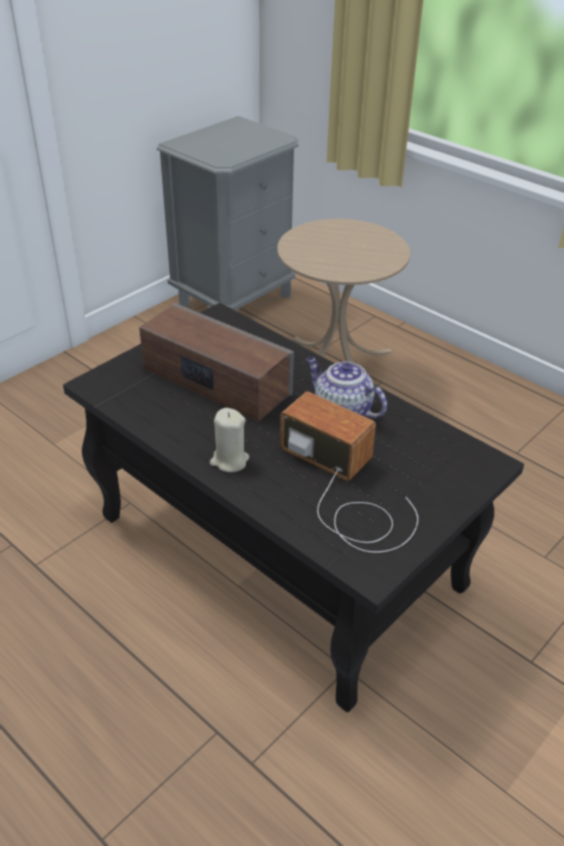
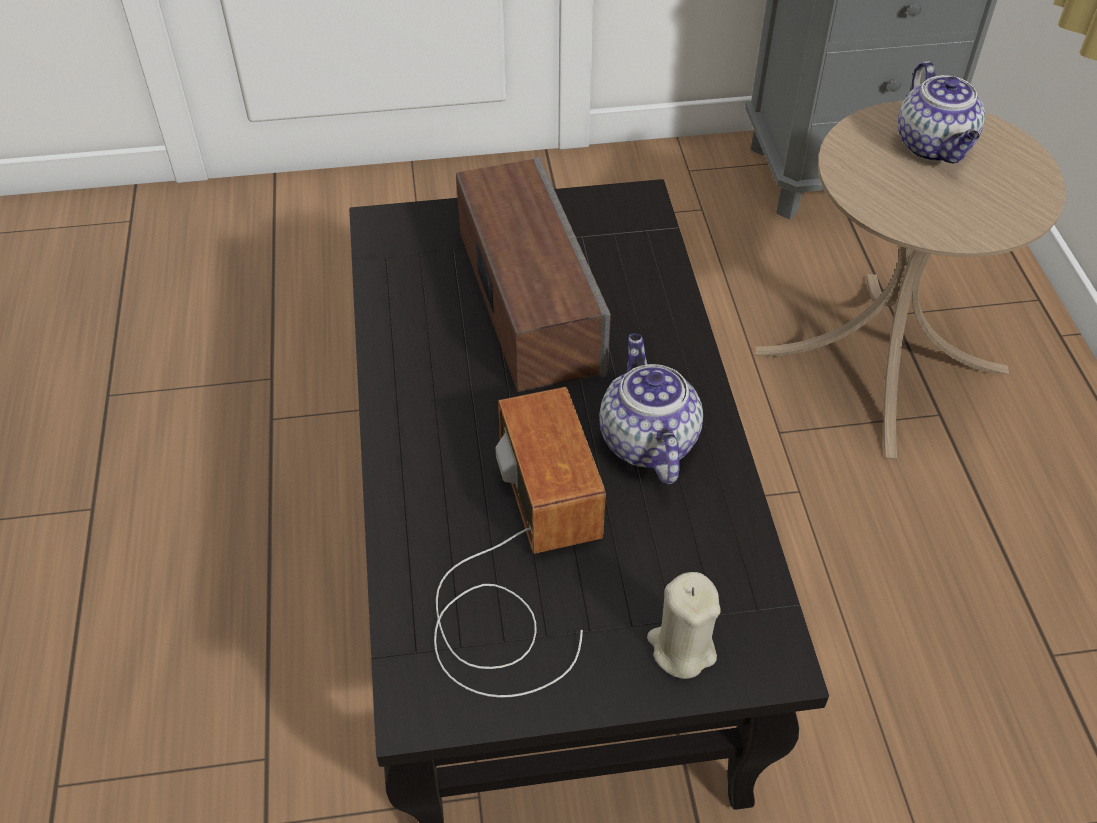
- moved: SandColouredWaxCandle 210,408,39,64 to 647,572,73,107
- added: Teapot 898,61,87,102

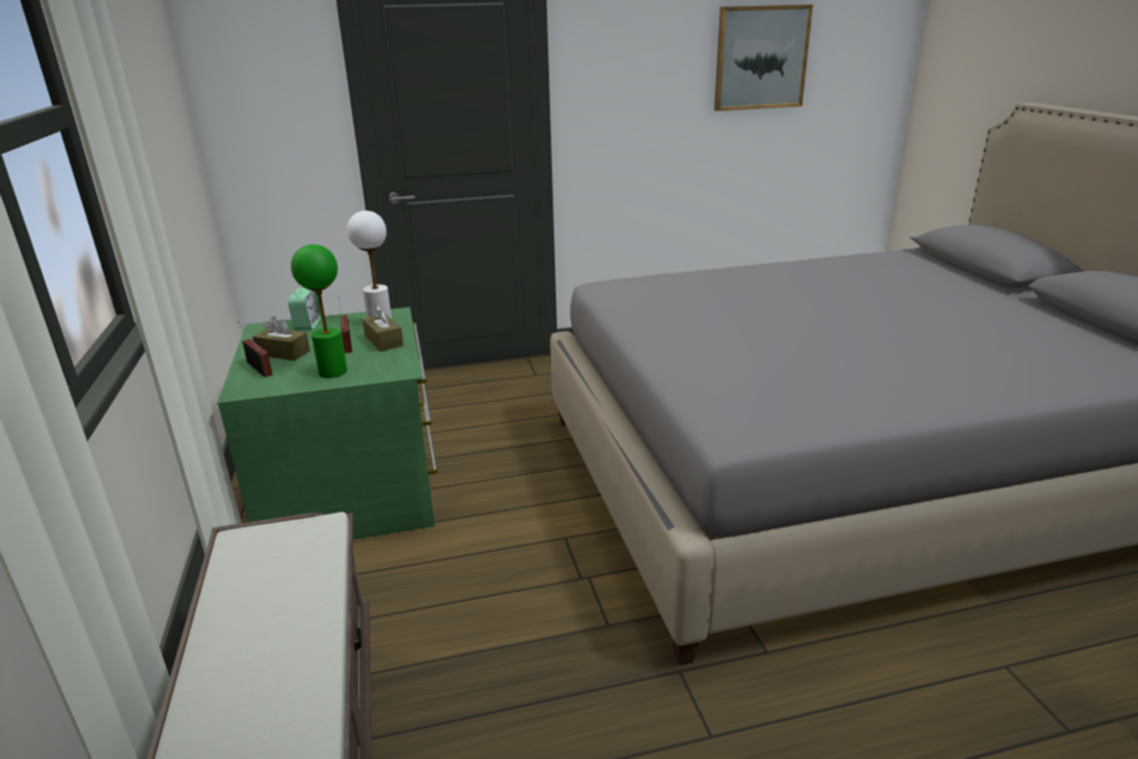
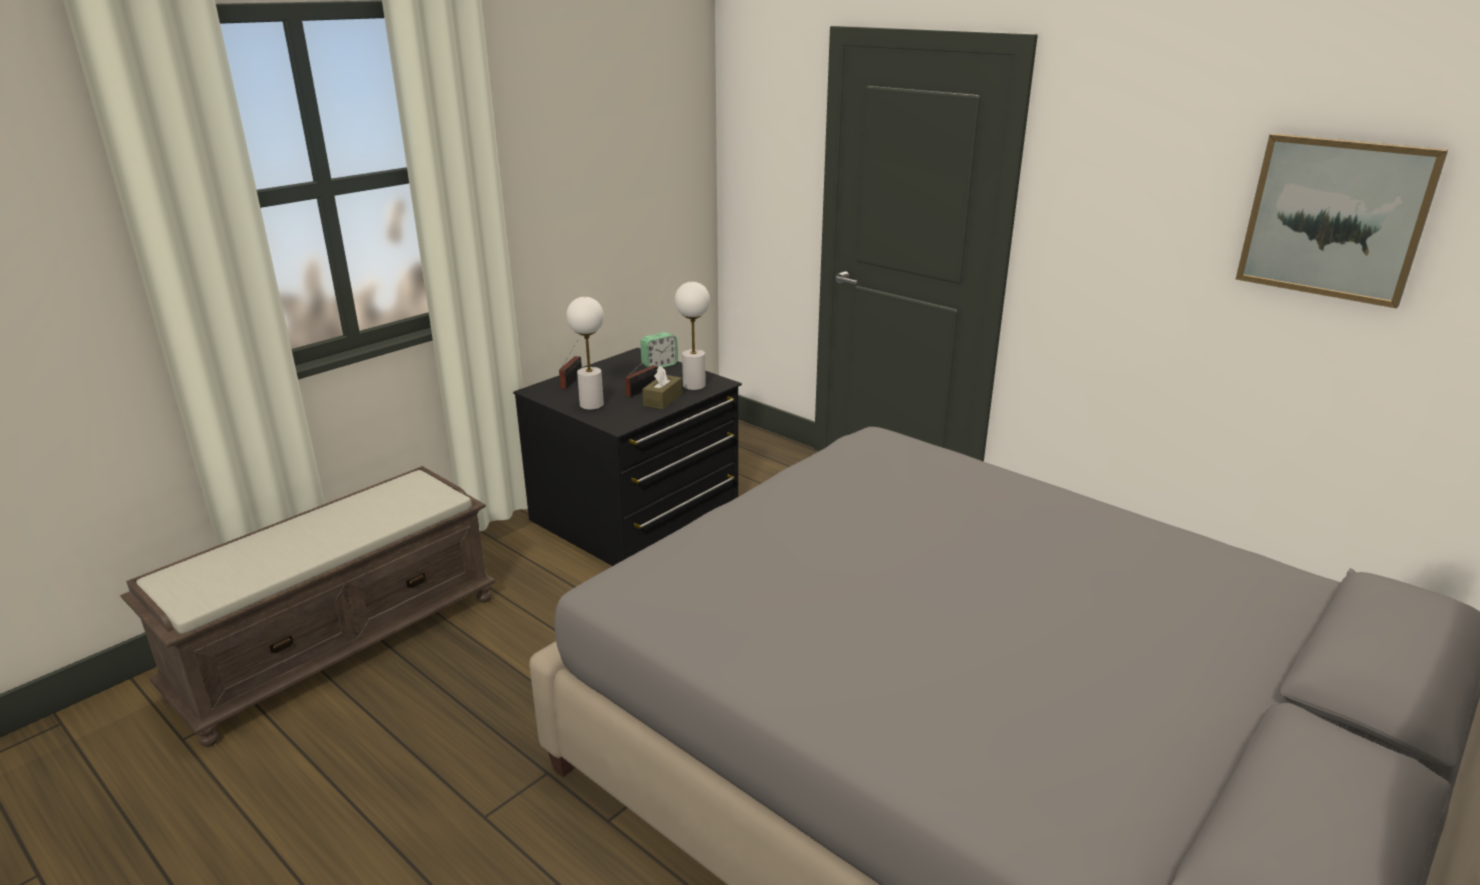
- recoloured: GreenColouredTableLamp 291,244,56,134 to WhiteColouredTableLamp 566,297,38,113
- recoloured: GreenColouredDrawerChest 217,307,220,233 to BlackishDrawerChest 513,348,229,218
- removed: BrownBoxOfTissues 252,316,58,45

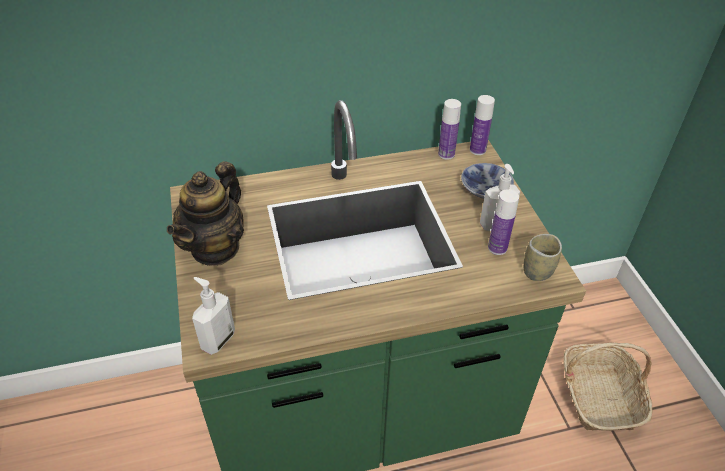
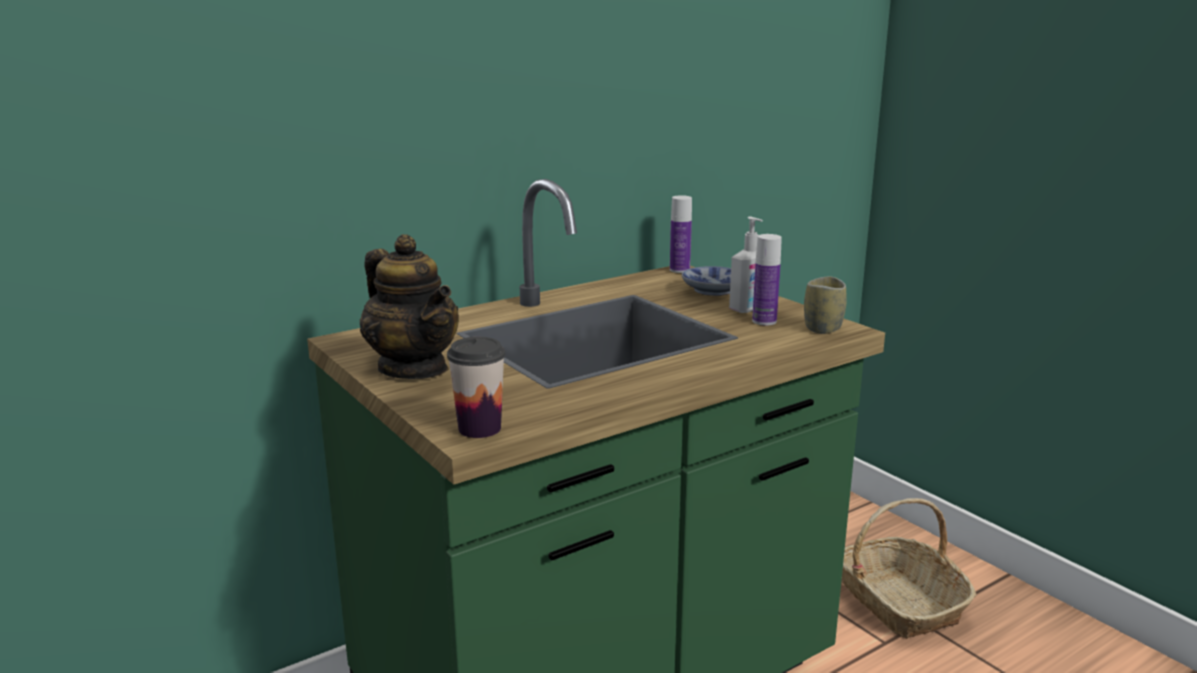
- removed: BeverageBottle 438,99,23,61
- turned: Teapot 167,161,77,105 = 360,234,99,145 45 degrees counterclockwise
- replaced: LiquidSoapBottle 192,277,43,78 to Cup 447,337,58,101

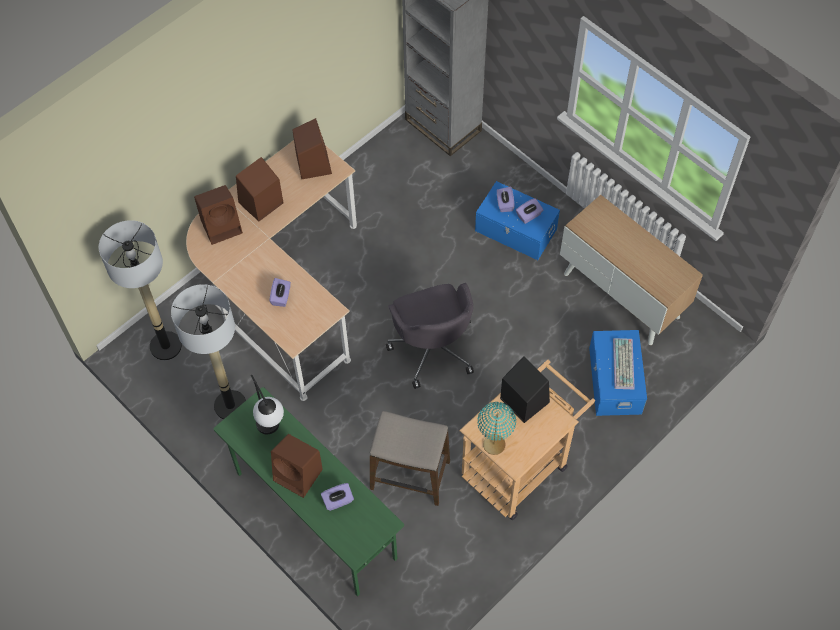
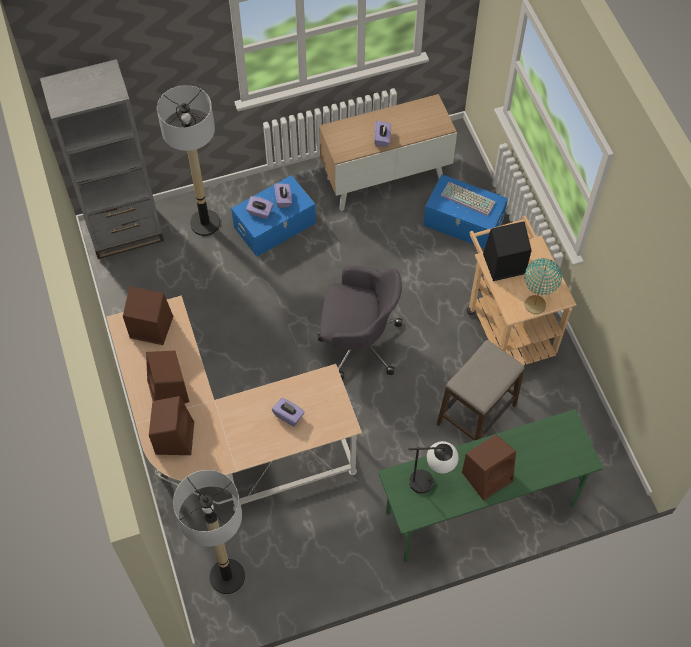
- moved: StandingLamp 171,284,75,136 to 157,85,63,151
- moved: PurpleBoxOfTissues 321,483,33,28 to 374,121,17,26

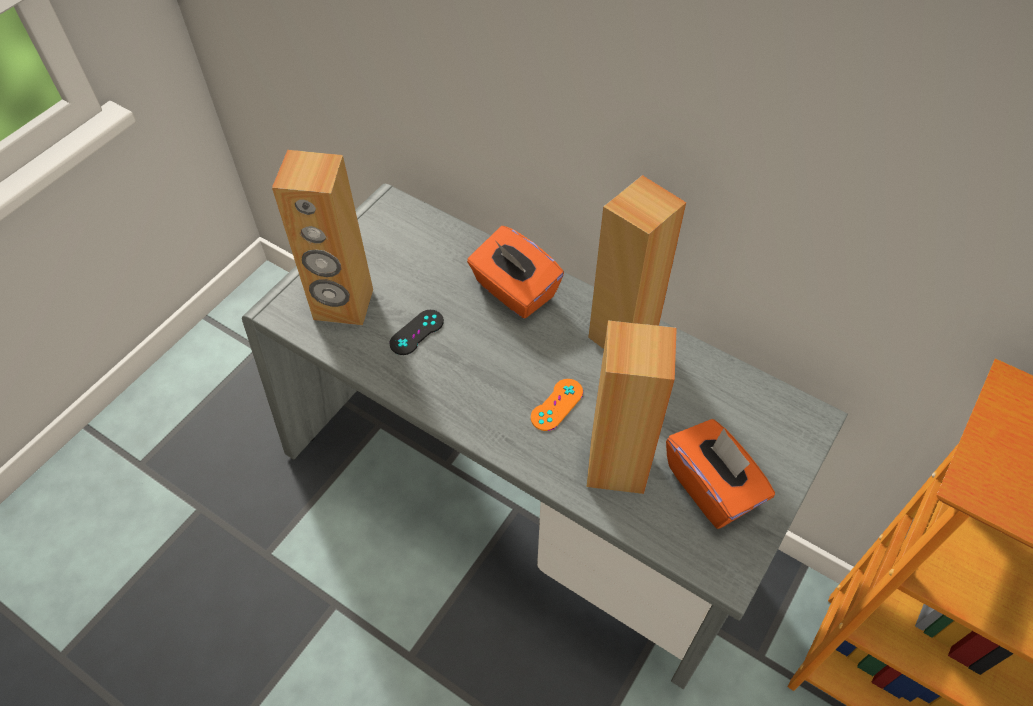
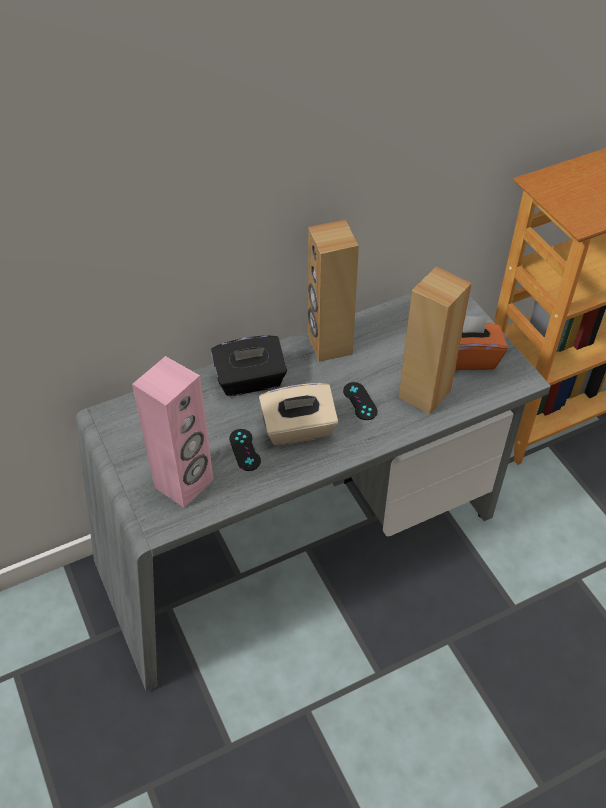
- recoloured: BrownSpeaker 272,150,101,175 to PinkishSpeaker 132,356,81,152
- recoloured: OrangeBoxOfTissues 467,226,97,93 to BlackishBoxOfTissues 211,335,76,61
- recoloured: OrangeGamepad 531,379,52,52 to BlackishGamepad 343,382,35,38
- added: SandColouredBoxOfTissues 259,383,79,63

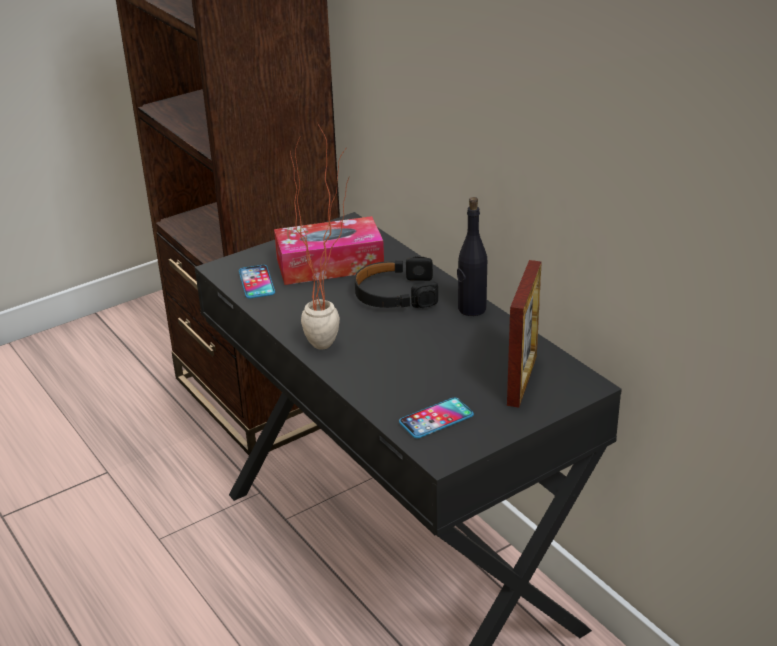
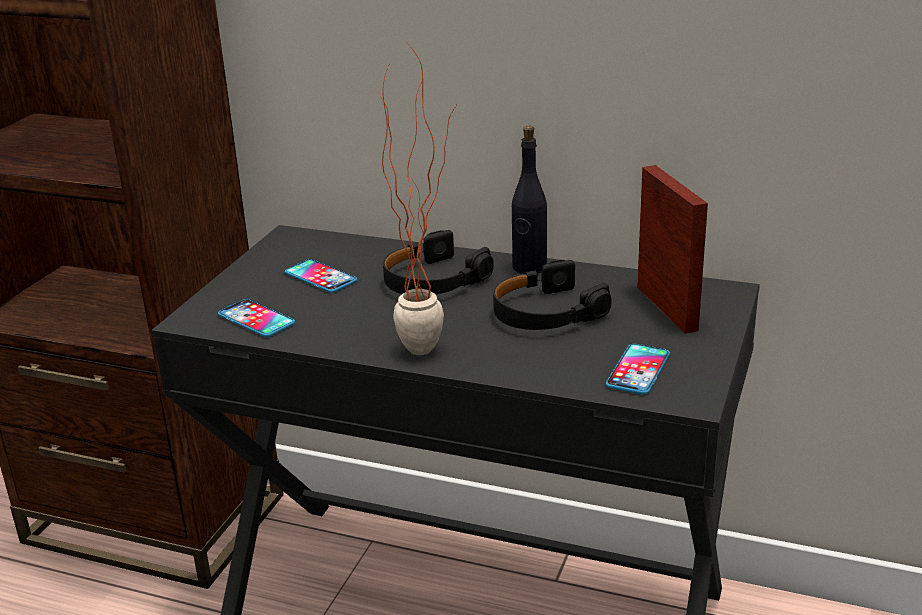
- replaced: BoxOfTissues 274,216,110,69 to Telephone 285,259,72,34
- added: BlackishPairOfHeadphones 493,260,119,70

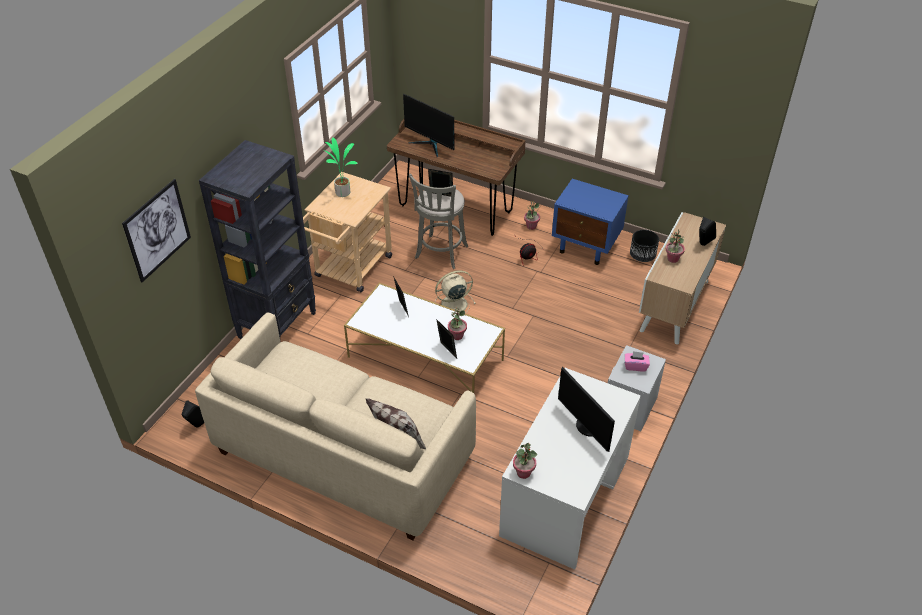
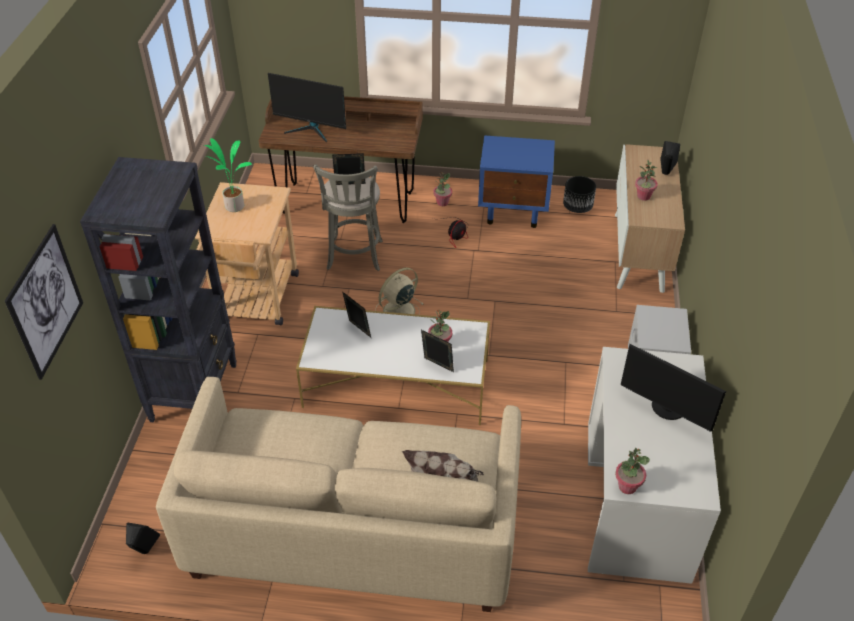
- removed: PinkishBoxOfTissues 625,351,25,21

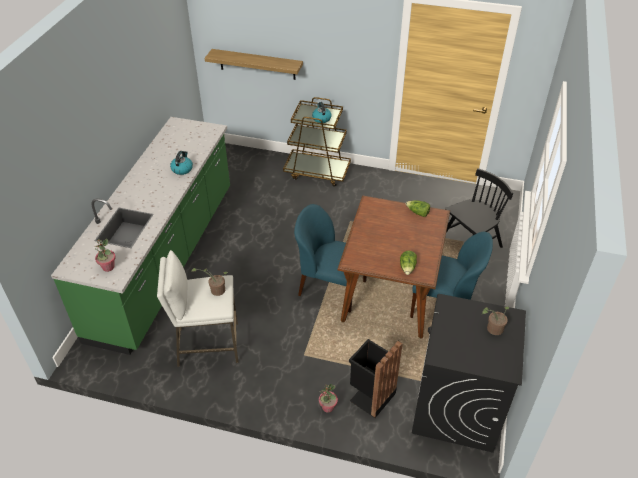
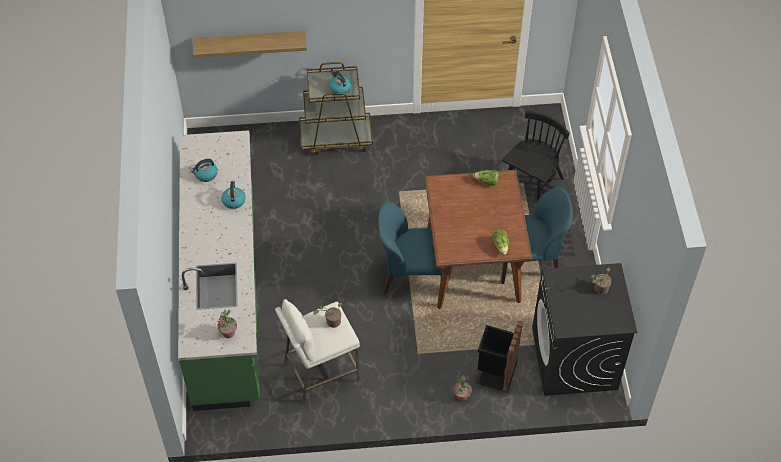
- added: TeaKettle 190,159,28,23

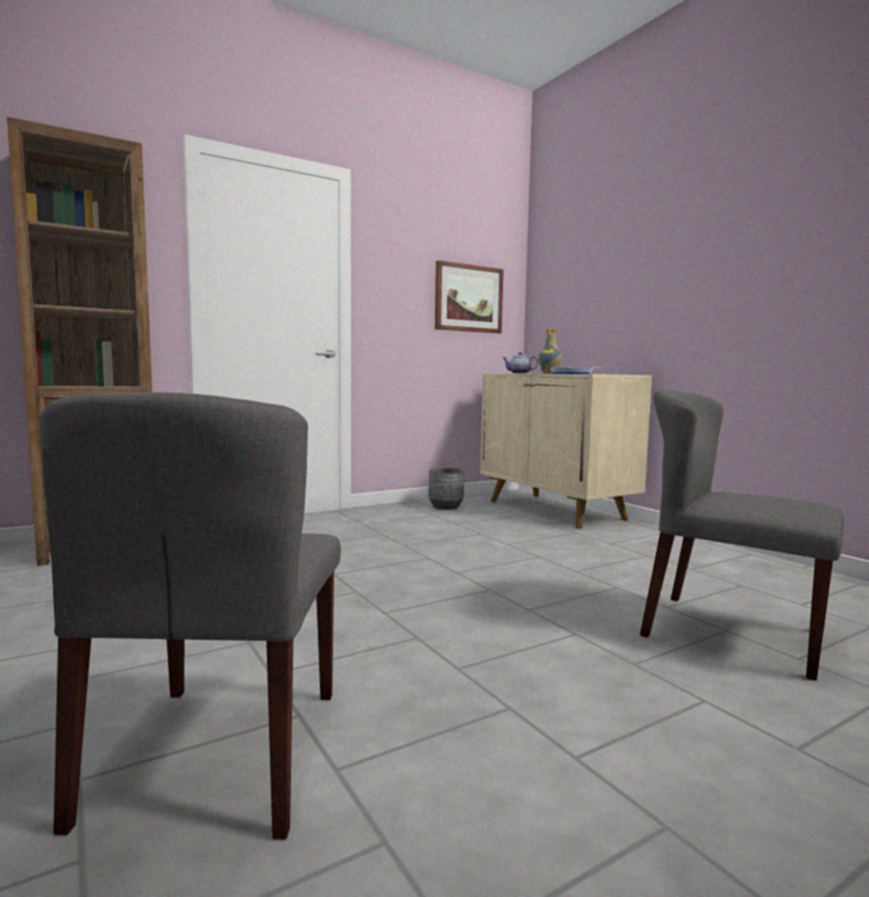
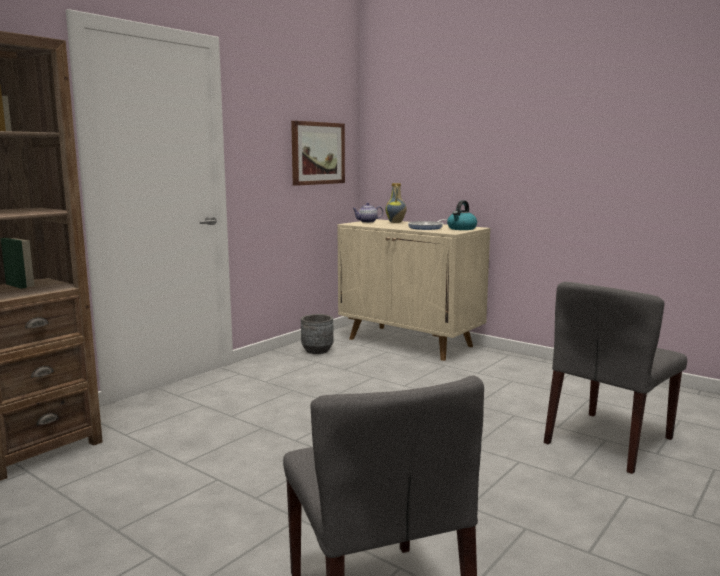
- turned: GrayPlainChair 640,389,204,292 = 544,282,143,192 60 degrees counterclockwise
- added: TeaKettle 447,200,30,30

